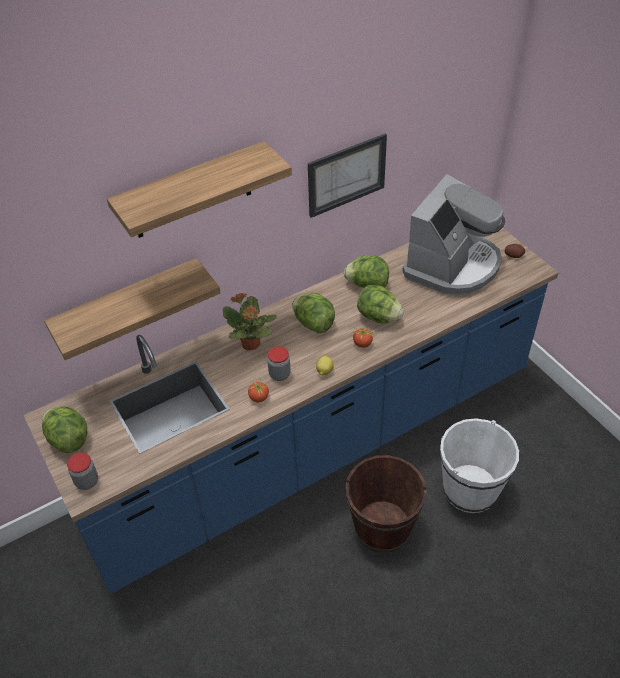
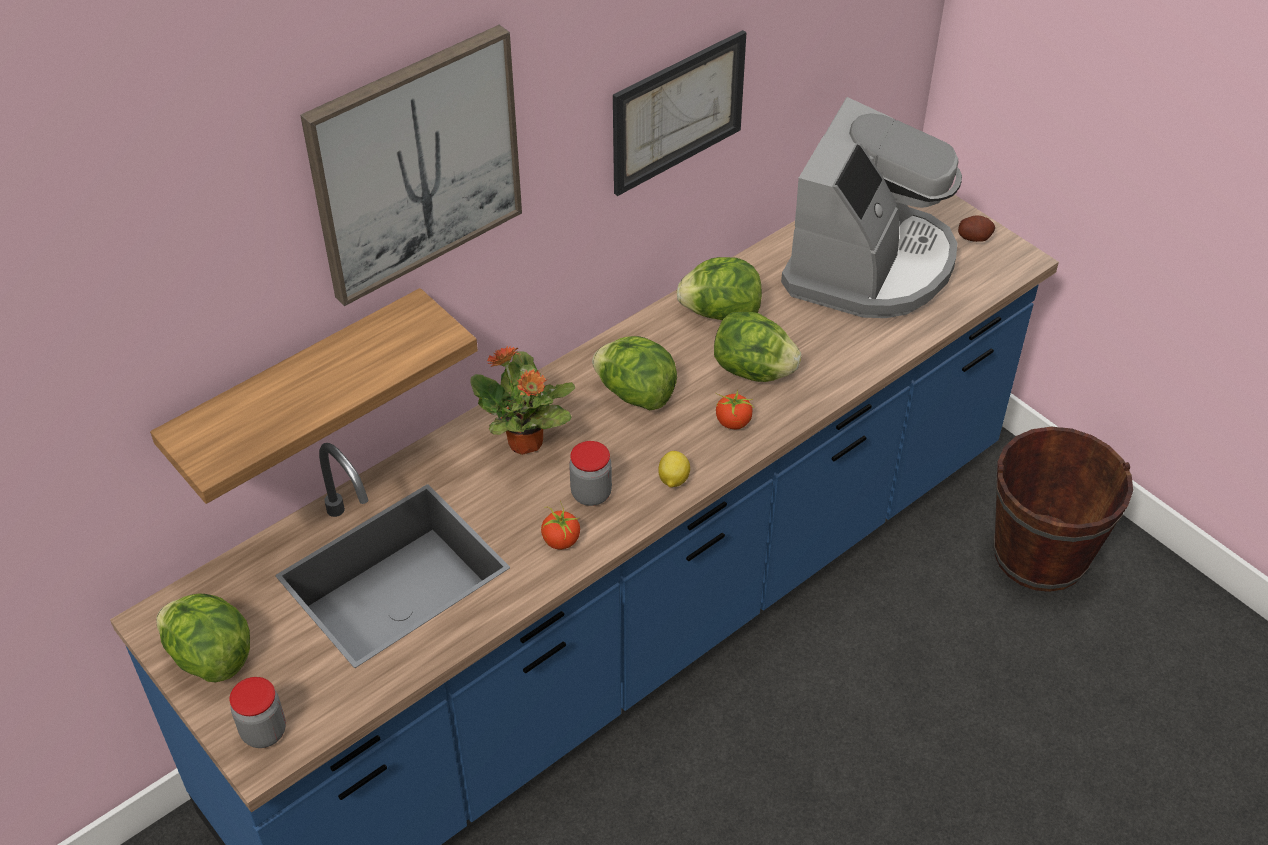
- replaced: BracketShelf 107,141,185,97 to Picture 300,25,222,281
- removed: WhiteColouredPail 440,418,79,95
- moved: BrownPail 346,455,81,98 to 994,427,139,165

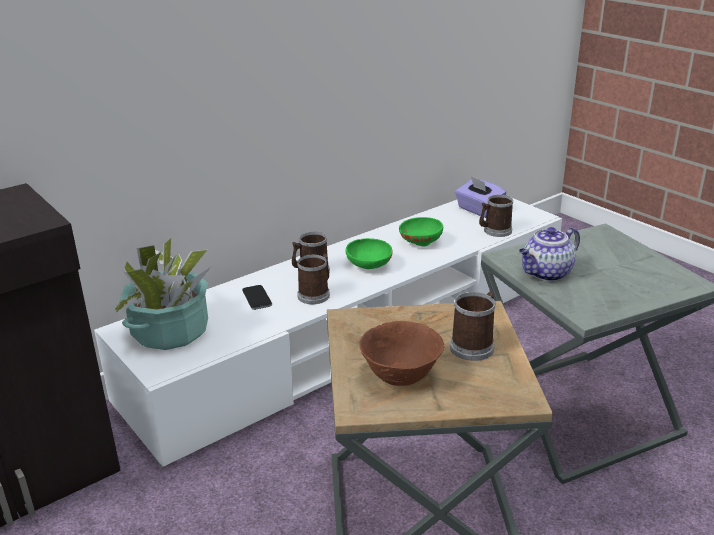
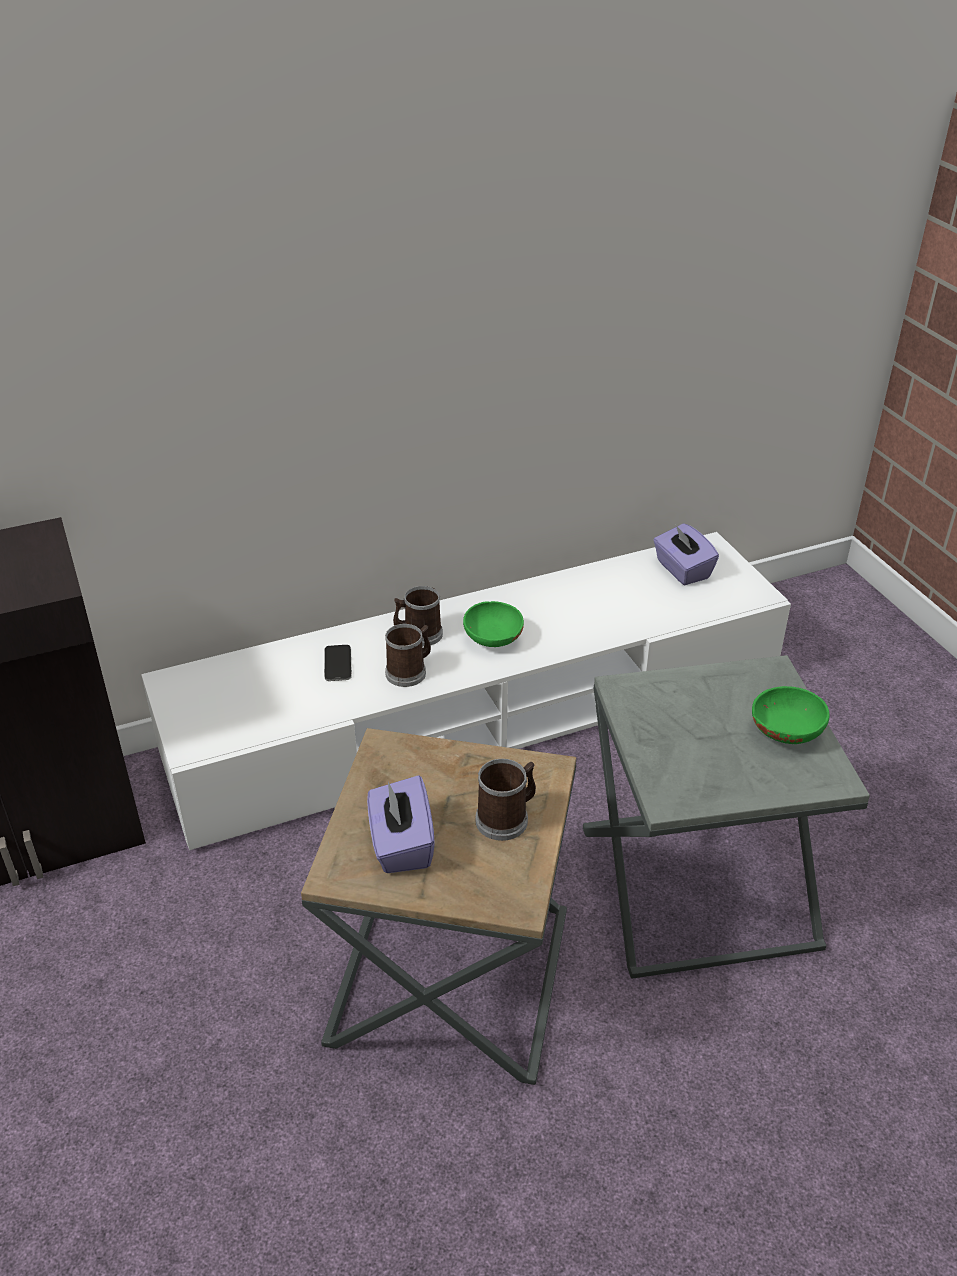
- removed: CoffeeMug 479,195,34,42
- moved: GreenColouredBowl 399,217,44,30 to 752,686,78,58
- removed: Teapot 519,227,61,54
- removed: Houseplant 112,238,99,112
- replaced: BrownBowl 359,321,85,65 to PurpleBoxOfTissues 367,775,68,98

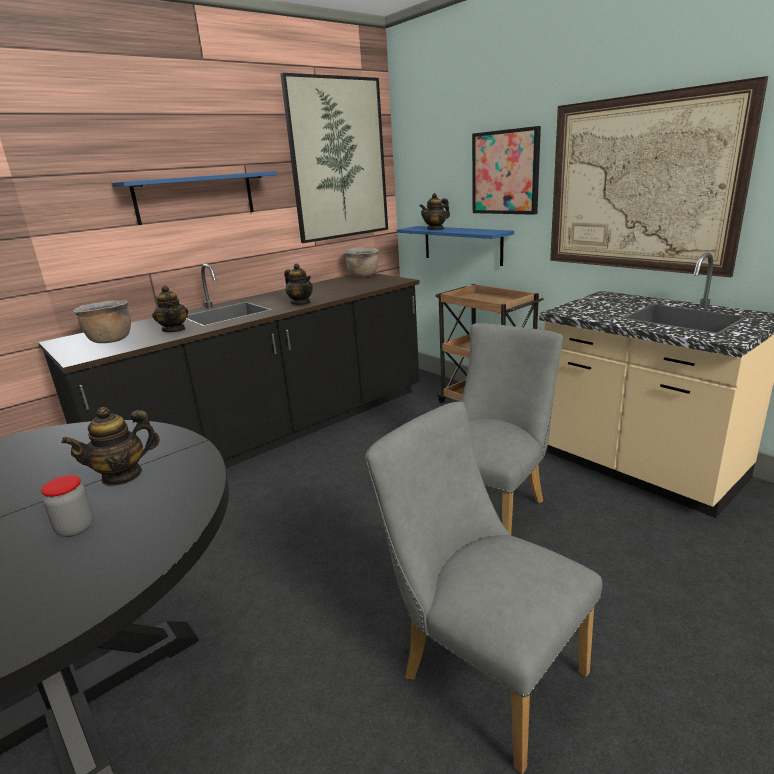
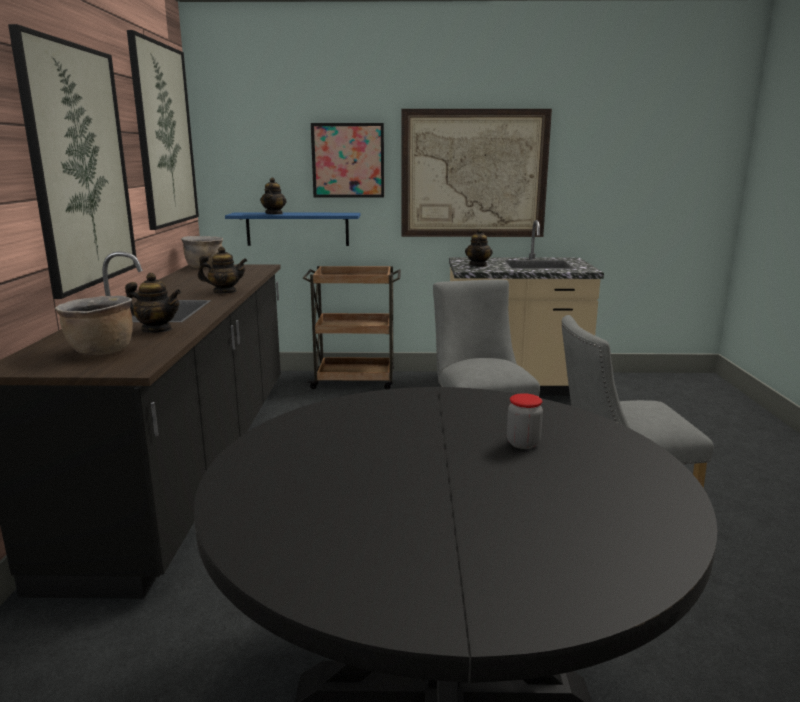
- replaced: BlueColouredBracketShelf 112,171,165,54 to Picture 8,24,128,275
- moved: Teapot 61,407,99,79 to 465,228,28,39

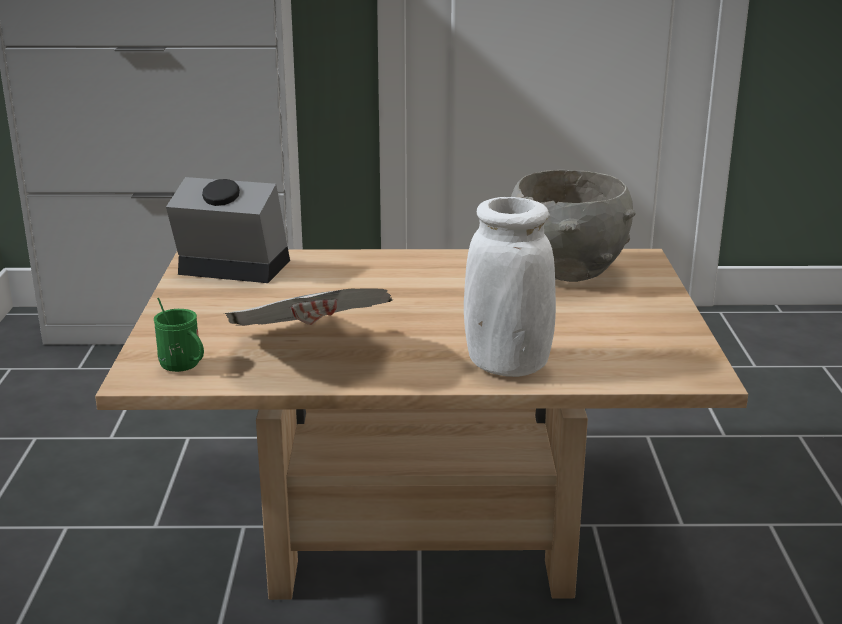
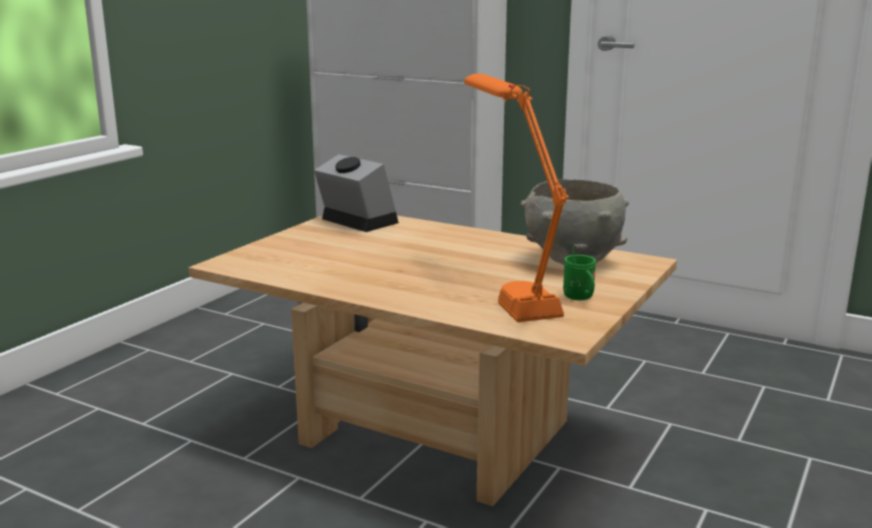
- removed: WhiteColouredVase 464,197,92,180
- removed: Newspaper 224,288,169,38
- moved: GreenColouredCoffeeMug 154,298,50,74 to 563,244,33,56
- added: OrangeTableLamp 464,74,105,248

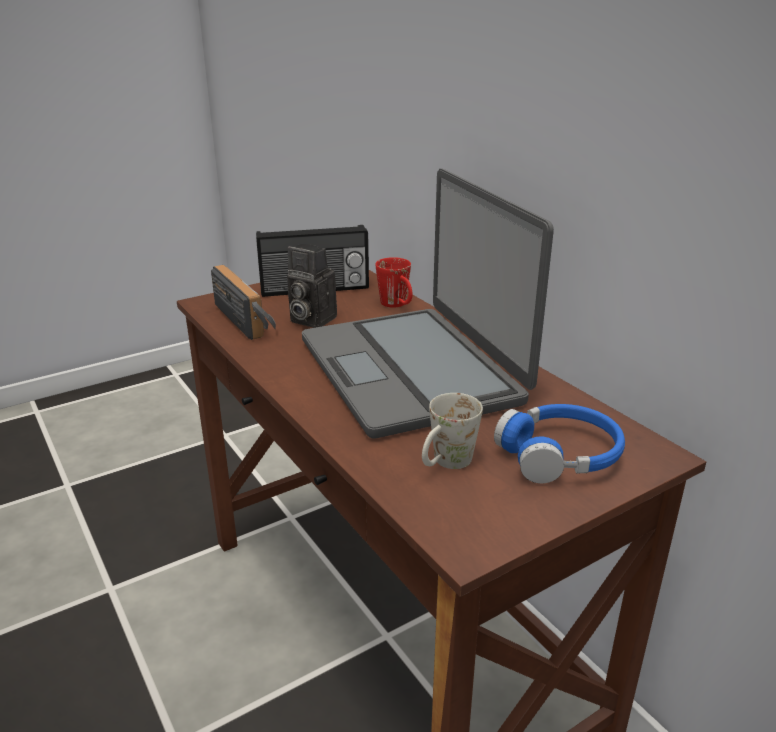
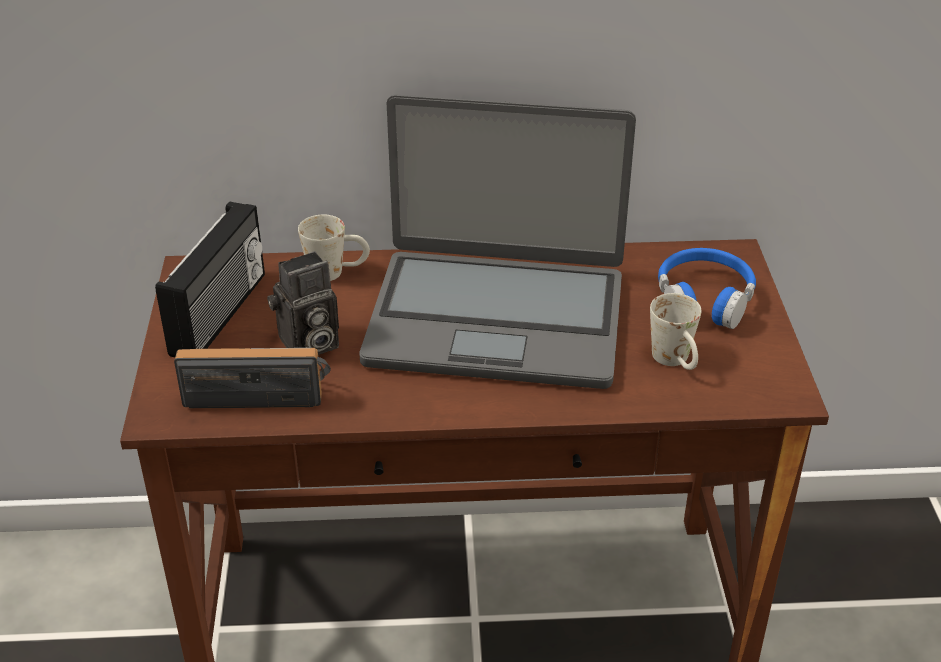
- recoloured: RedColouredCoffeeMug 376,257,37,51 to WhiteColouredCoffeeMug 298,214,72,67

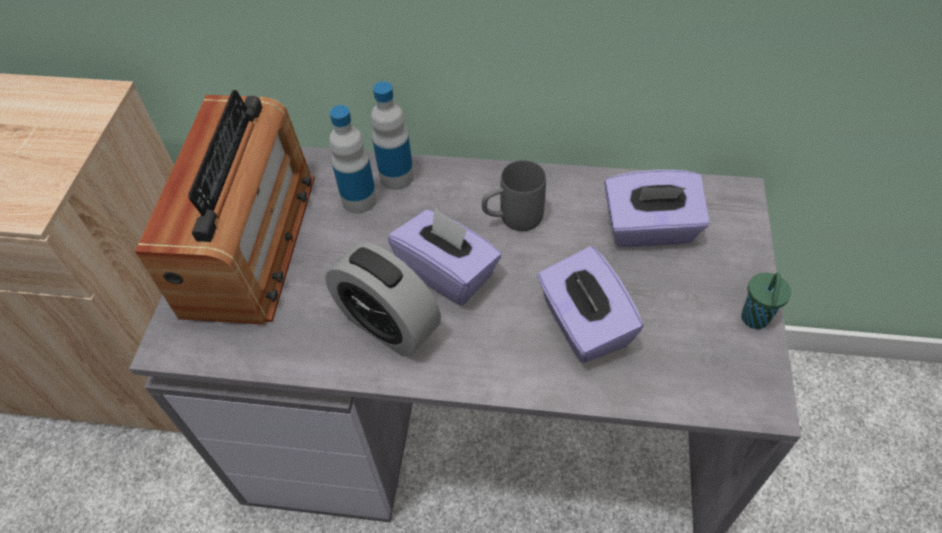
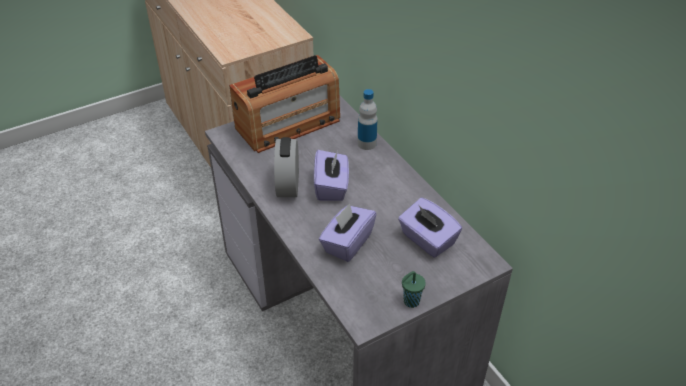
- removed: BeverageBottle 329,105,48,109
- removed: GrayCoffeeMug 482,160,64,71

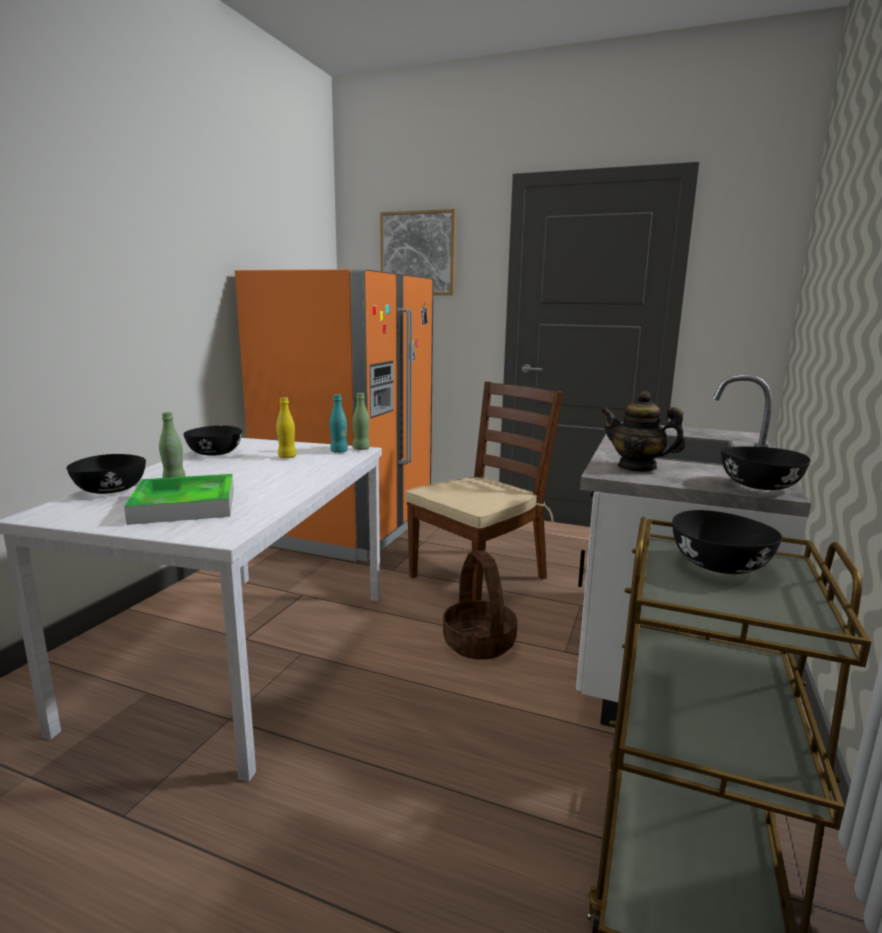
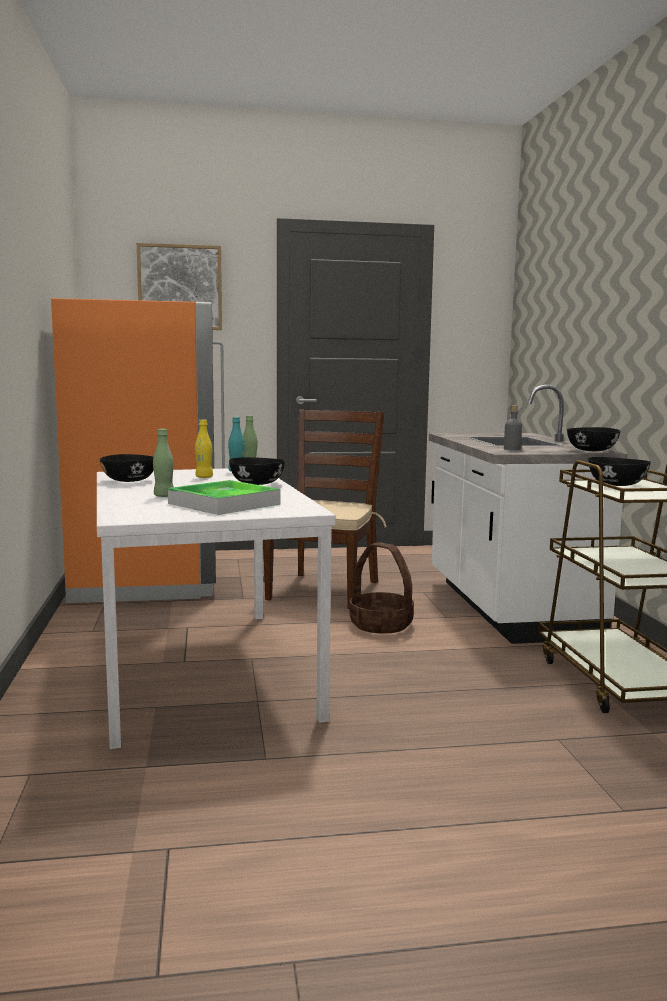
- replaced: Teapot 601,391,85,81 to GrayBeverageBottle 504,405,18,45
- moved: BlackishBowl 66,454,80,40 to 229,457,56,28

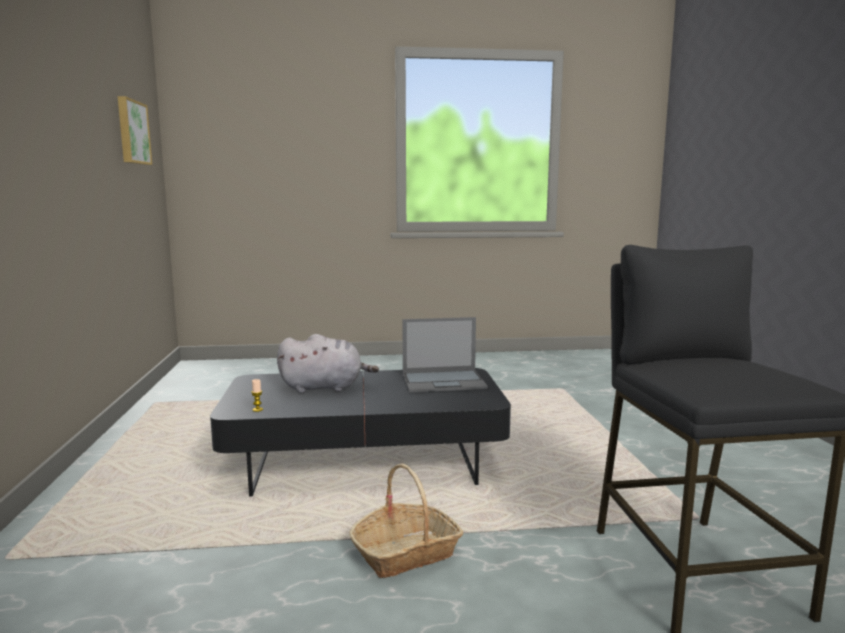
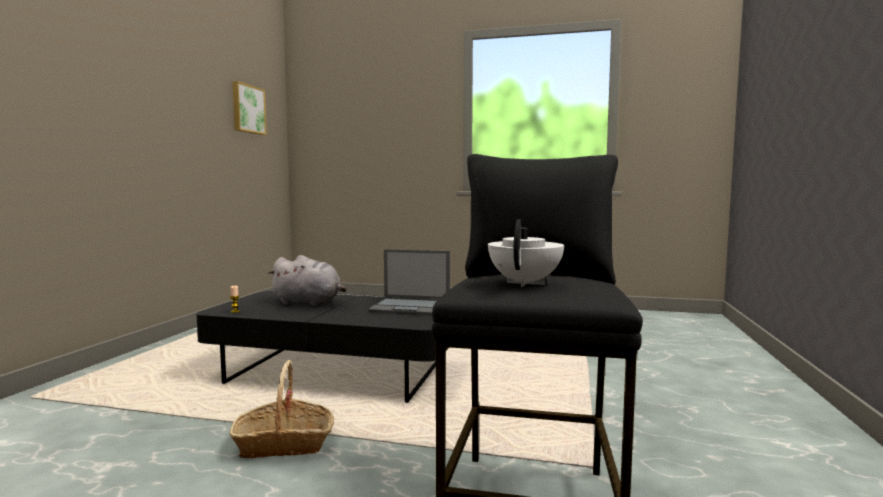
- added: WhiteColouredTeapot 488,220,76,67

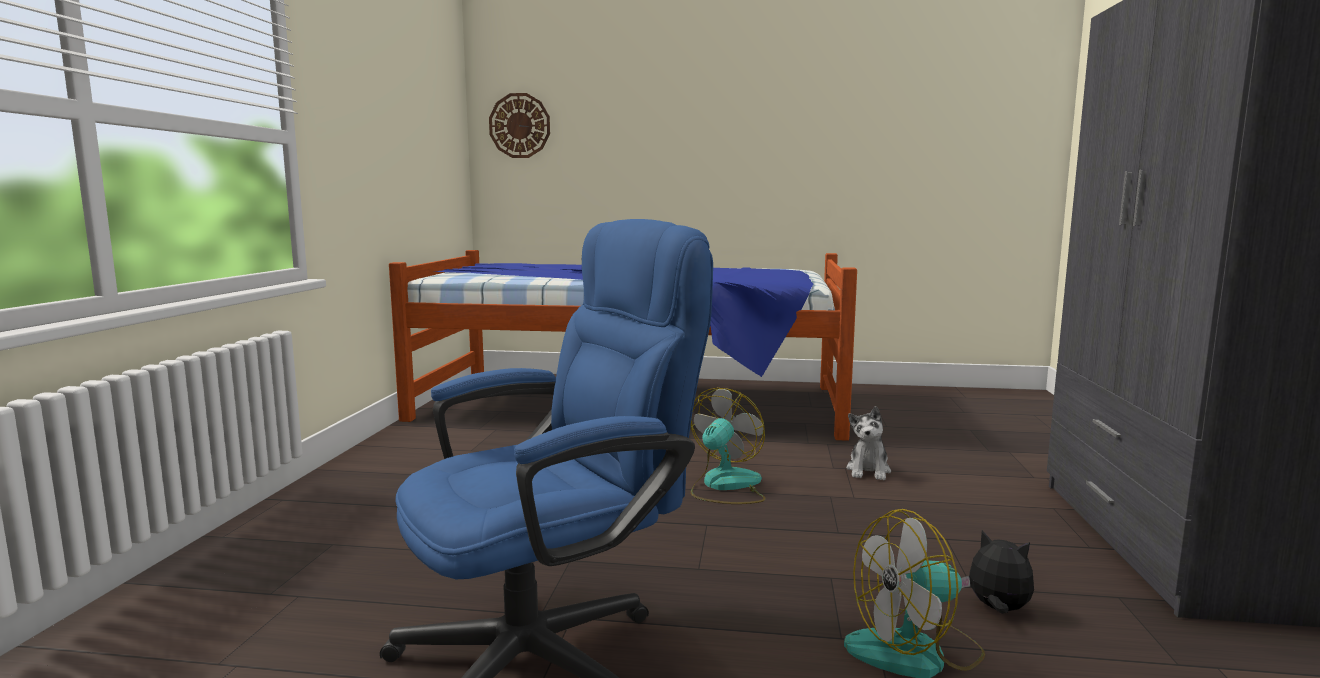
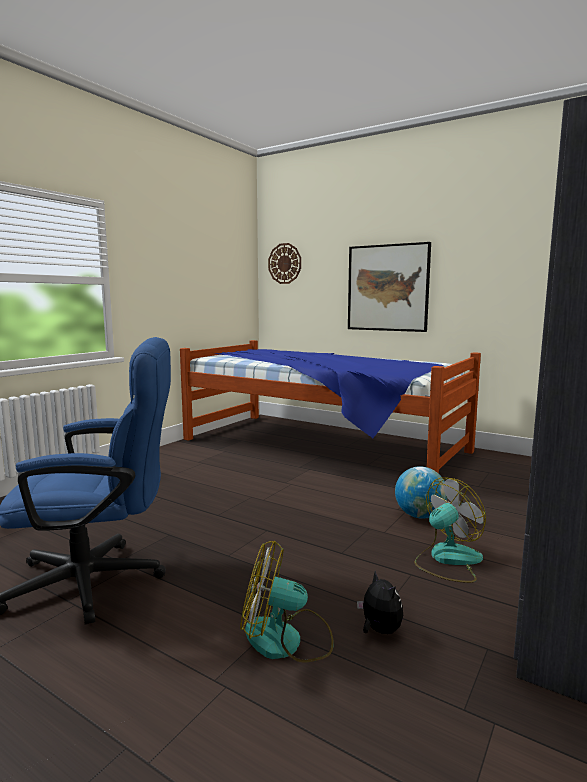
- moved: CoolingFan 691,388,75,116 to 415,477,71,106
- replaced: PlushToy 846,406,45,74 to Globe 395,467,52,52
- added: Picture 348,242,83,90

